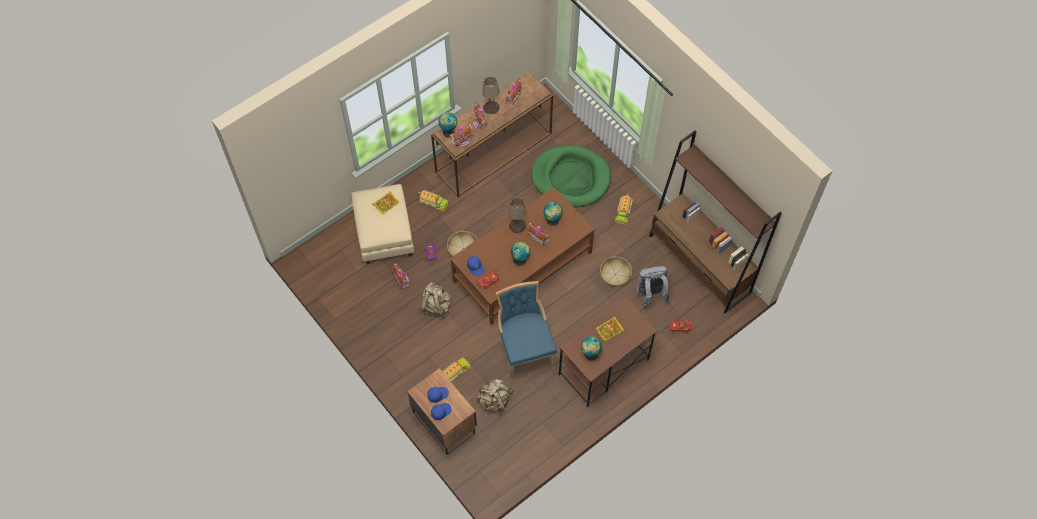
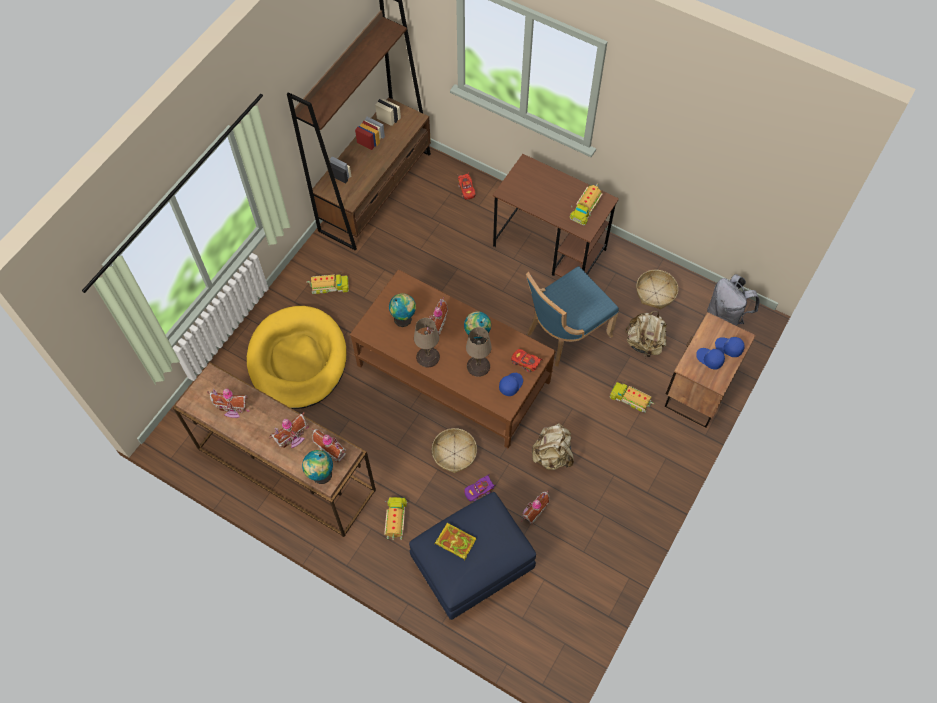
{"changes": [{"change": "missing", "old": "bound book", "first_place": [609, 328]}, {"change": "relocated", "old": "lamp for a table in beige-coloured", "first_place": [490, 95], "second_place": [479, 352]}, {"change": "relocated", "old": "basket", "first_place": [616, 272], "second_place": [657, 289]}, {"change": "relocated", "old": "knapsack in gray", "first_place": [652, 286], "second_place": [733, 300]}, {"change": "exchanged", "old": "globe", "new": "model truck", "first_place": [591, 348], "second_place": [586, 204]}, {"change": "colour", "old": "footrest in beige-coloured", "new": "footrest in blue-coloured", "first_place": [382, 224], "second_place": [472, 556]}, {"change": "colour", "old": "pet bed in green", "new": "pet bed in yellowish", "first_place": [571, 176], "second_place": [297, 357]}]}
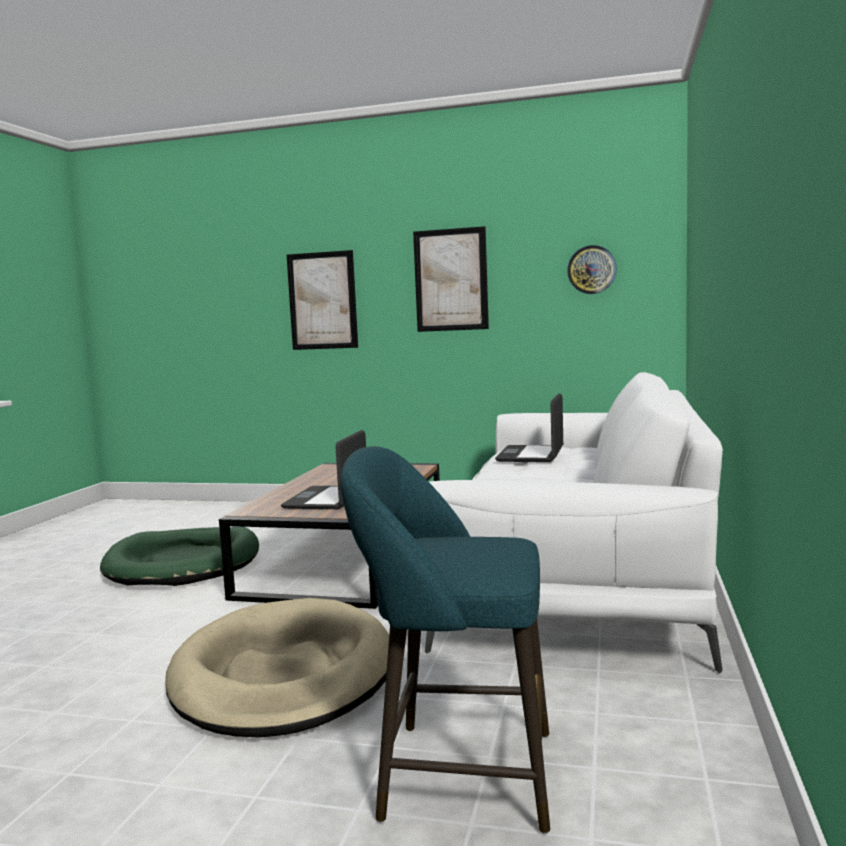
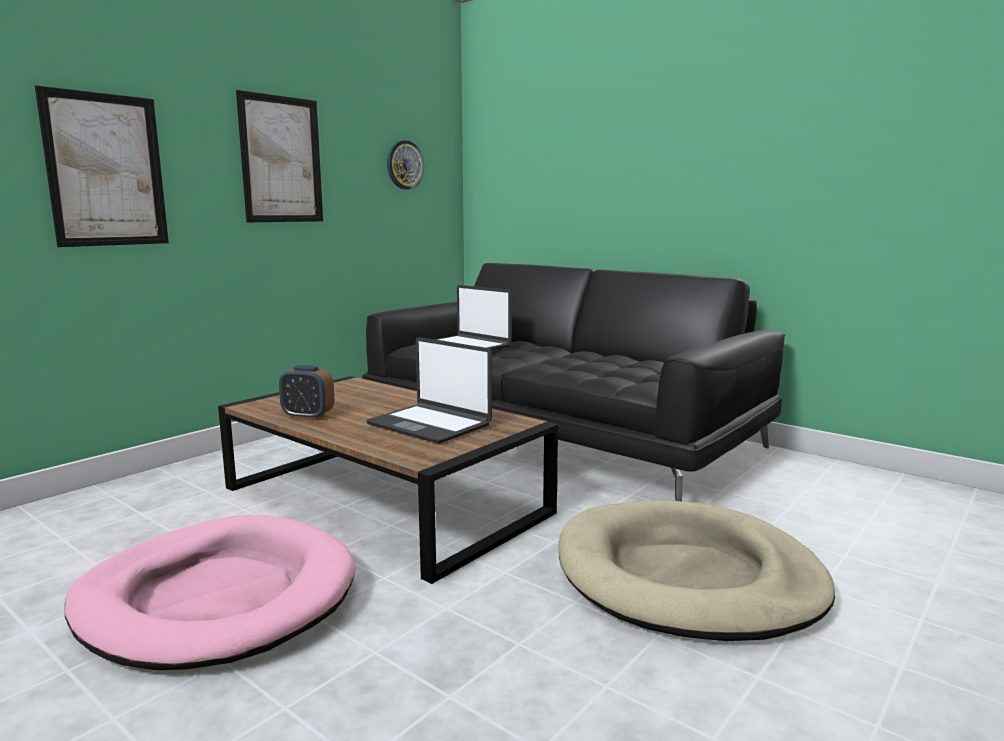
{"changes": [{"change": "missing", "old": "stool seat in turquoise", "first_place": [445, 640]}, {"change": "appeared", "new": "table clock", "second_place": [306, 392]}, {"change": "colour", "old": "pet bed in green", "new": "pet bed in pinkish", "first_place": [179, 556], "second_place": [210, 592]}, {"change": "colour", "old": "settee in white-coloured", "new": "settee in black", "first_place": [574, 522], "second_place": [573, 382]}]}
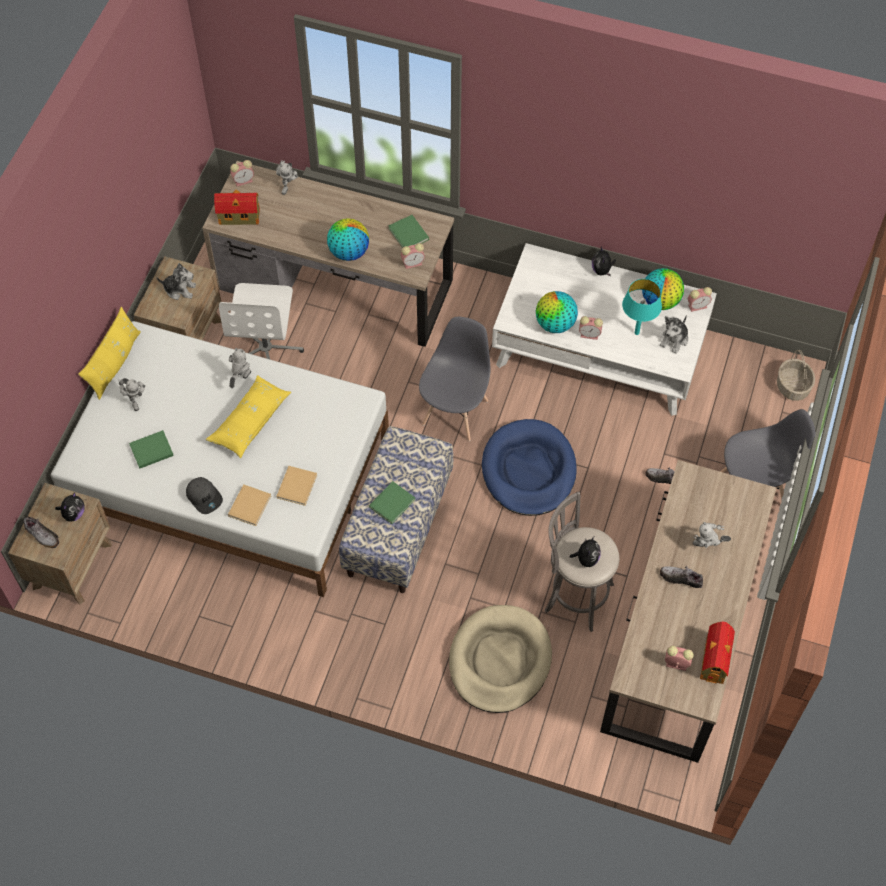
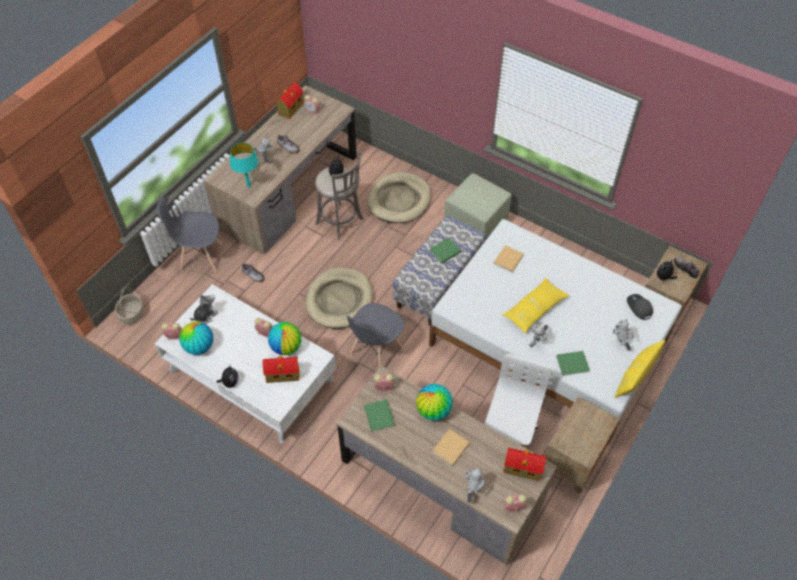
{"changes": [{"change": "missing", "old": "soft toy", "first_place": [176, 281]}, {"change": "appeared", "new": "miniature house", "second_place": [281, 369]}, {"change": "appeared", "new": "footrest in green", "second_place": [477, 206]}, {"change": "relocated", "old": "bound book in green", "first_place": [151, 449], "second_place": [573, 363]}, {"change": "relocated", "old": "cap in gray", "first_place": [204, 495], "second_place": [640, 307]}, {"change": "relocated", "old": "bound book in beige-coloured", "first_place": [249, 505], "second_place": [451, 447]}, {"change": "relocated", "old": "lamp for a table in turquoise", "first_place": [642, 307], "second_place": [244, 165]}, {"change": "colour", "old": "pet bed in blue-coloured", "new": "pet bed in beige-coloured", "first_place": [529, 467], "second_place": [339, 298]}]}
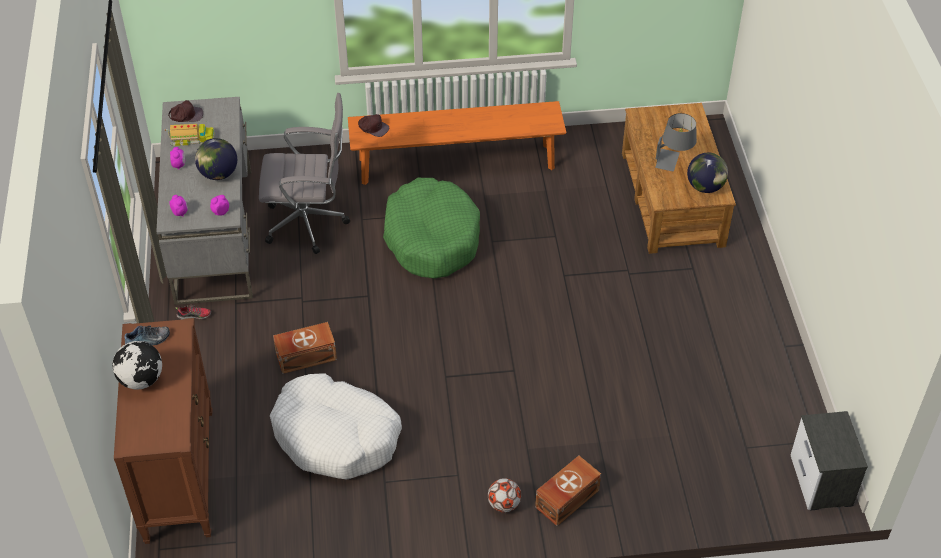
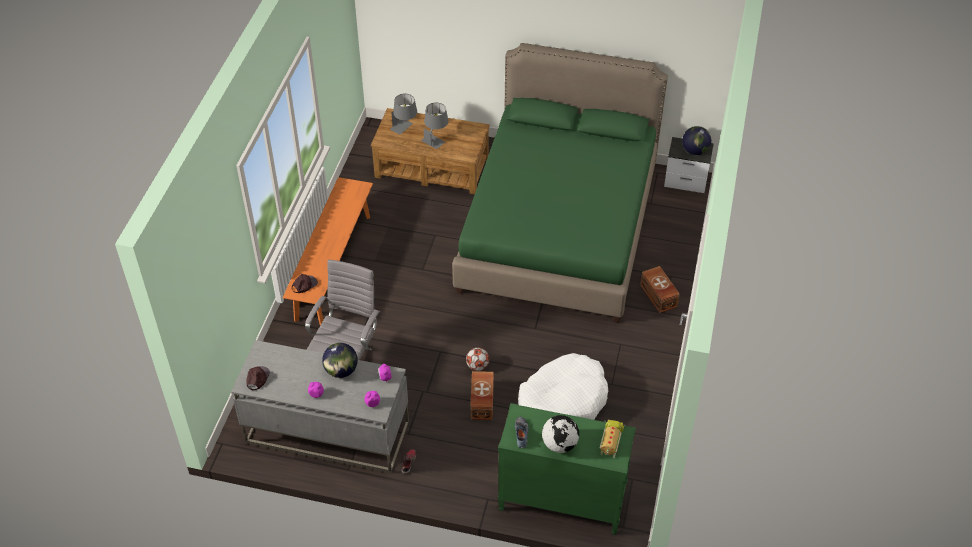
{"changes": [{"change": "missing", "old": "pet bed in green", "first_place": [431, 228]}, {"change": "appeared", "new": "lamp for a table in gray", "second_place": [403, 114]}, {"change": "appeared", "new": "bedroom bed in green", "second_place": [560, 183]}, {"change": "relocated", "old": "model truck", "first_place": [189, 135], "second_place": [612, 439]}, {"change": "relocated", "old": "football", "first_place": [504, 495], "second_place": [477, 359]}, {"change": "relocated", "old": "globe", "first_place": [707, 173], "second_place": [696, 140]}, {"change": "colour", "old": "chest of drawers in brownish", "new": "chest of drawers in green", "first_place": [163, 431], "second_place": [567, 469]}]}
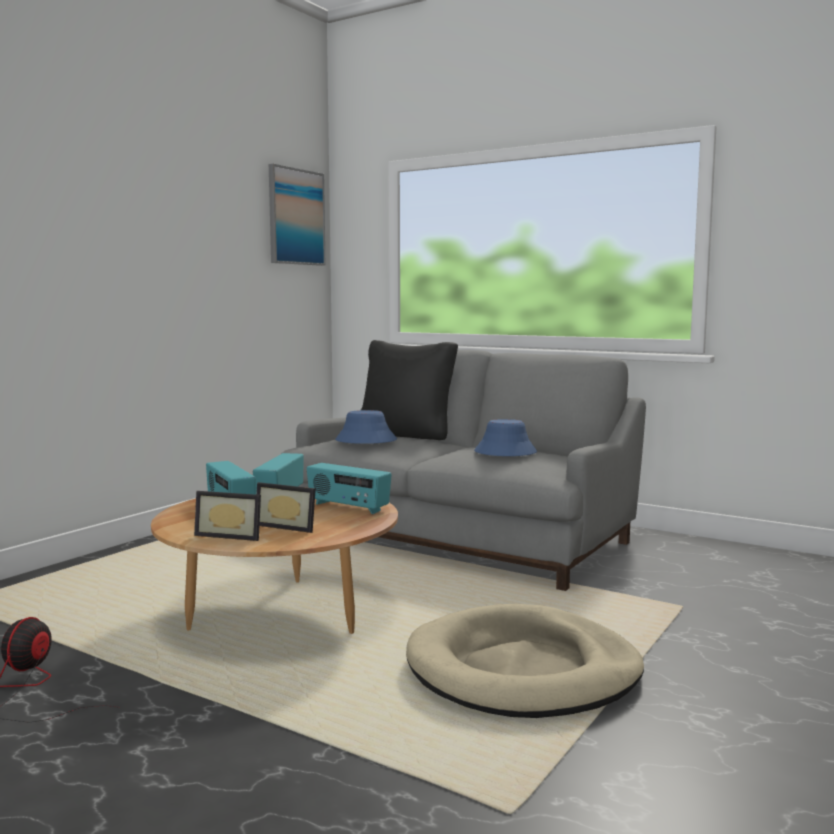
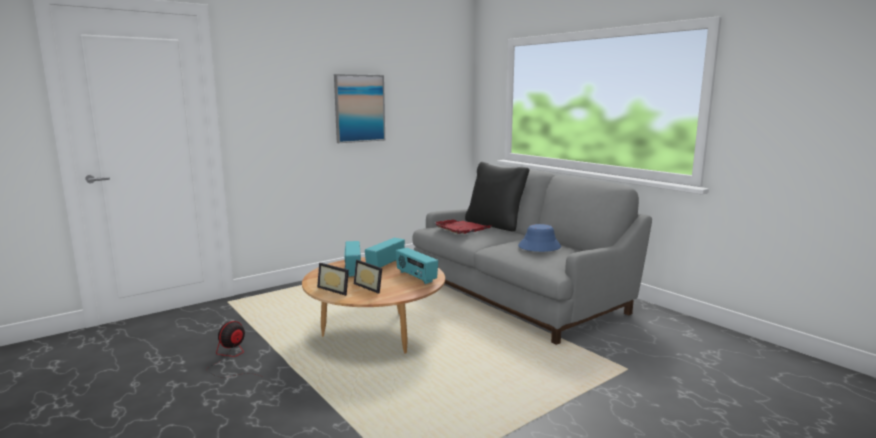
{"changes": [{"change": "missing", "old": "pet bed in beige-coloured", "first_place": [525, 661]}, {"change": "relocated", "old": "wall art", "first_place": [297, 215], "second_place": [359, 108]}, {"change": "exchanged", "old": "clothing hat in blue-coloured", "new": "serving tray in red", "first_place": [366, 427], "second_place": [463, 226]}]}
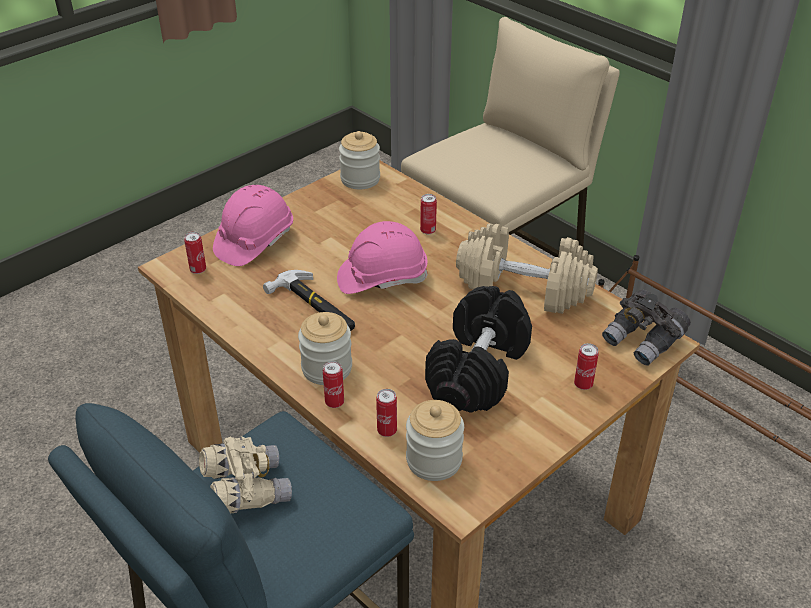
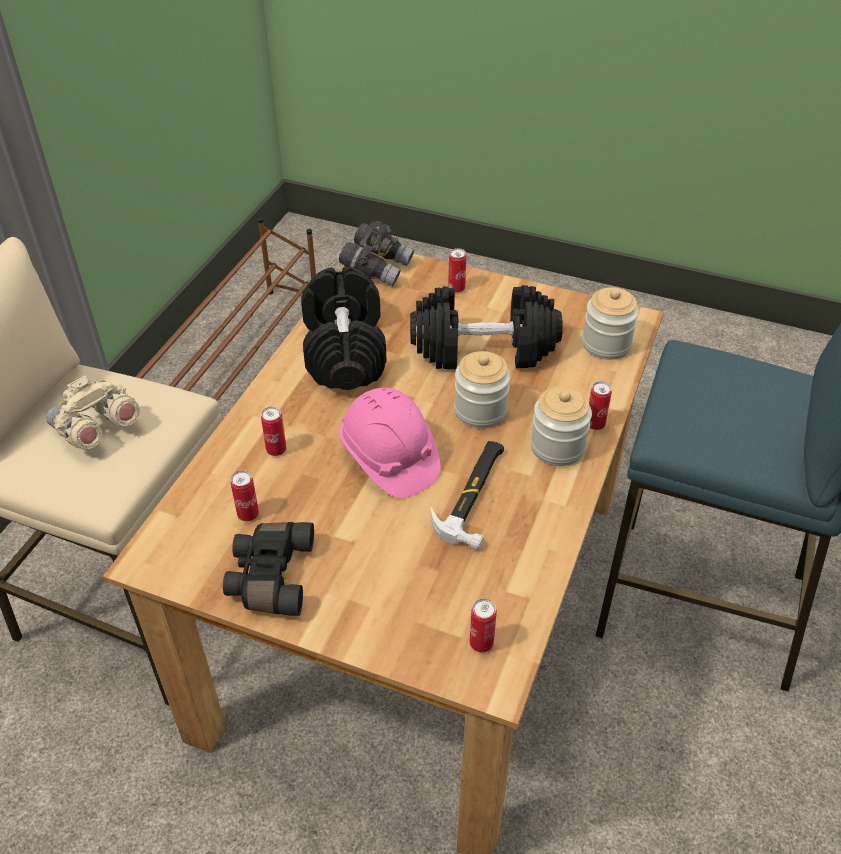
{"changes": [{"change": "missing", "old": "work helmet in pinkish", "first_place": [253, 225]}, {"change": "appeared", "new": "pair of binoculars in black", "second_place": [268, 569]}, {"change": "relocated", "old": "pair of binoculars in beige-coloured", "first_place": [245, 474], "second_place": [93, 412]}, {"change": "relocated", "old": "preserve jar", "first_place": [359, 160], "second_place": [482, 389]}, {"change": "relocated", "old": "can", "first_place": [386, 413], "second_place": [245, 496]}, {"change": "colour", "old": "dumbbell in beige-coloured", "new": "dumbbell in black", "first_place": [527, 268], "second_place": [344, 328]}]}
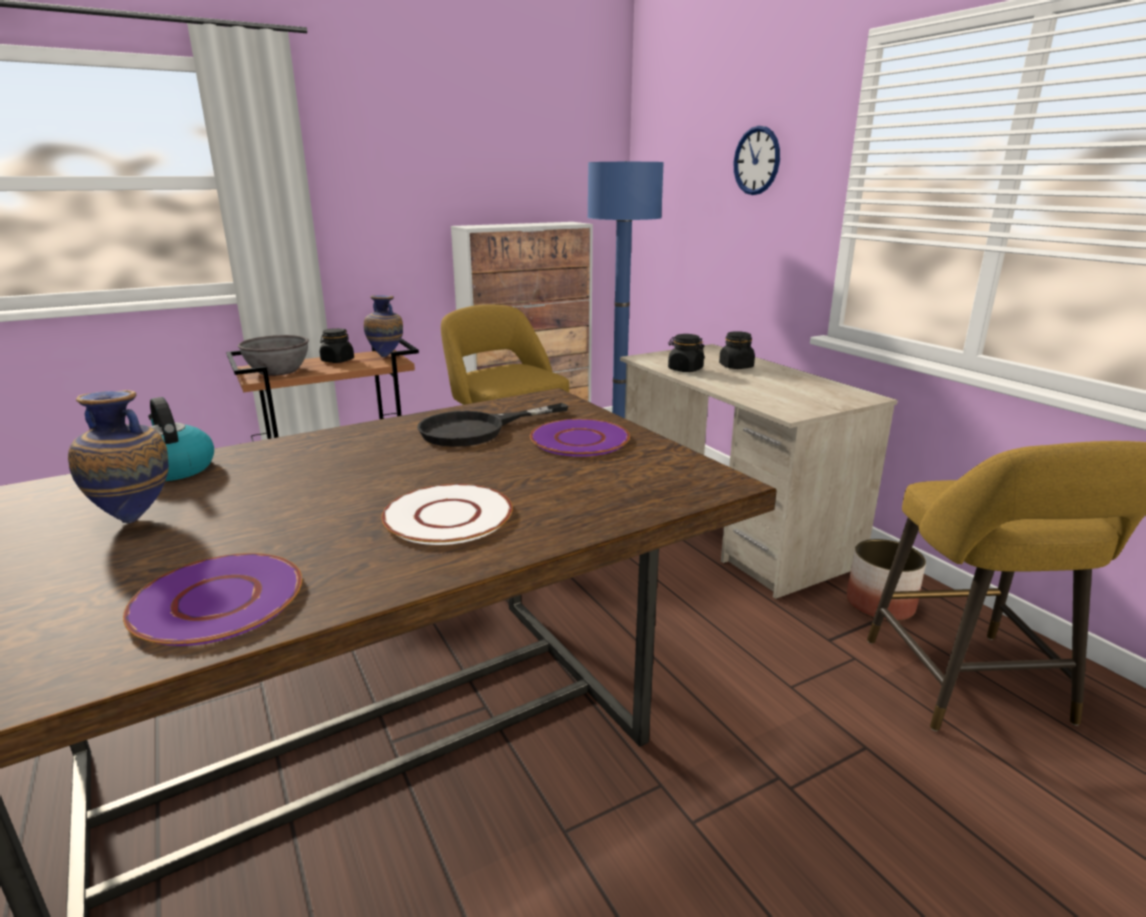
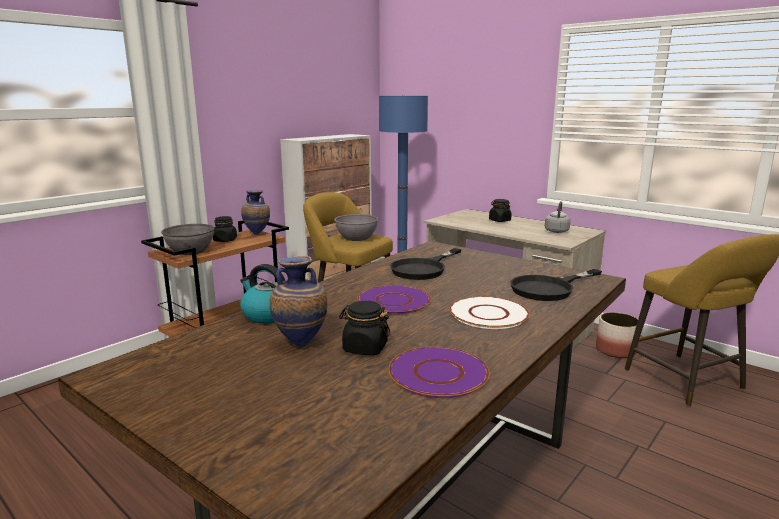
{"changes": [{"change": "missing", "old": "wall clock", "first_place": [757, 160]}, {"change": "appeared", "new": "bowl in gray", "second_place": [356, 227]}, {"change": "appeared", "new": "frying pan in black", "second_place": [556, 285]}, {"change": "appeared", "new": "tea kettle in gray", "second_place": [558, 217]}, {"change": "relocated", "old": "plate in purple-coloured", "first_place": [580, 438], "second_place": [394, 299]}, {"change": "relocated", "old": "preserve jar in black", "first_place": [686, 353], "second_place": [364, 328]}]}
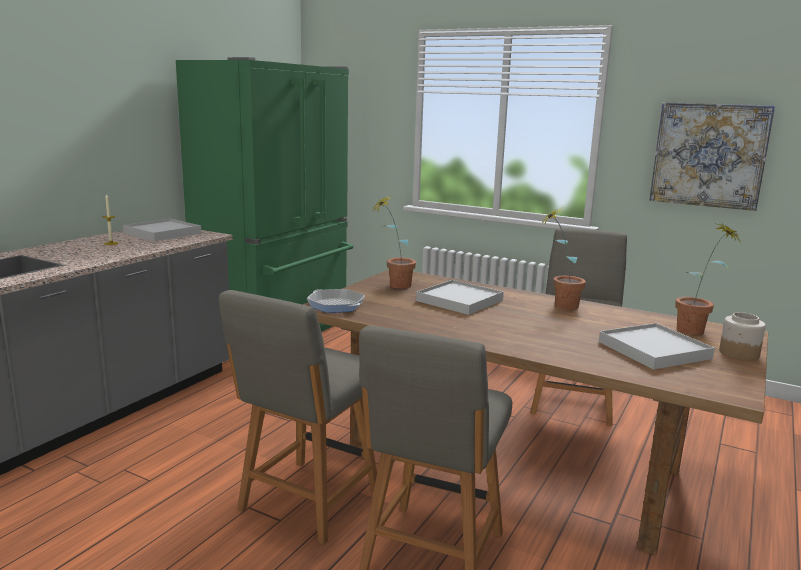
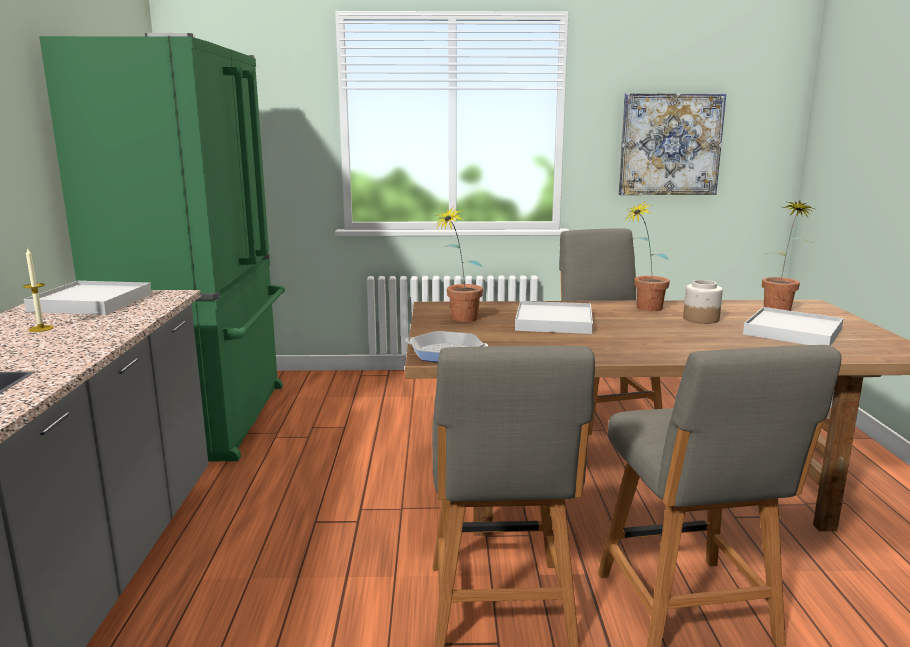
{"changes": [{"change": "relocated", "old": "preserve jar", "first_place": [742, 336], "second_place": [703, 302]}]}
